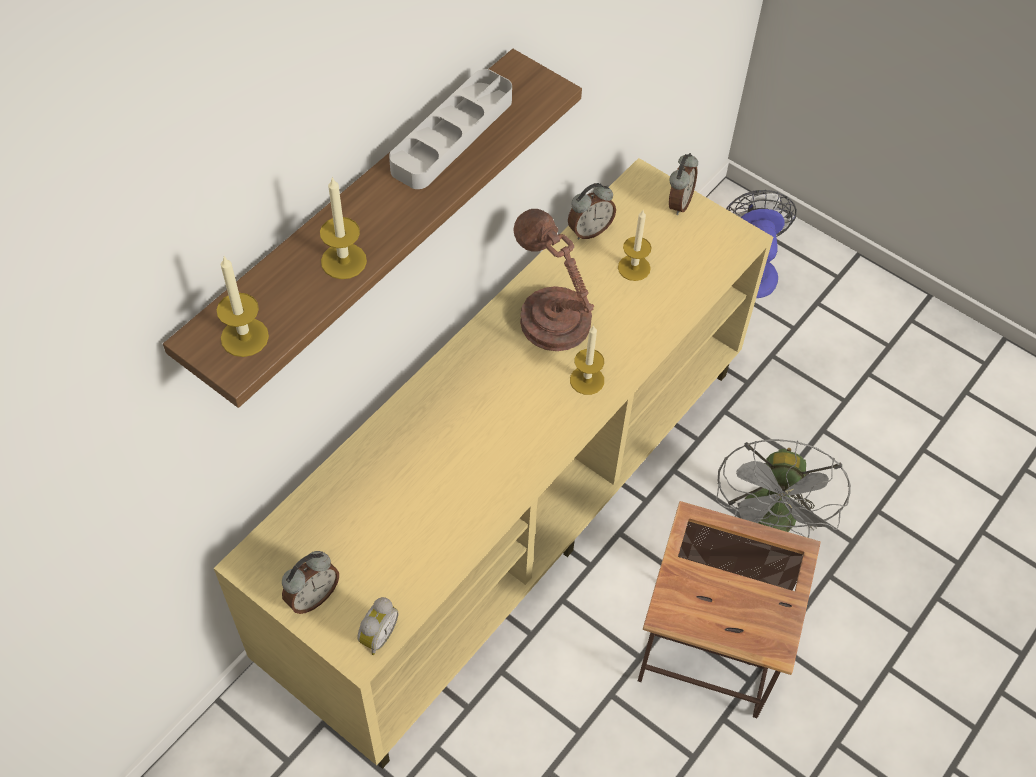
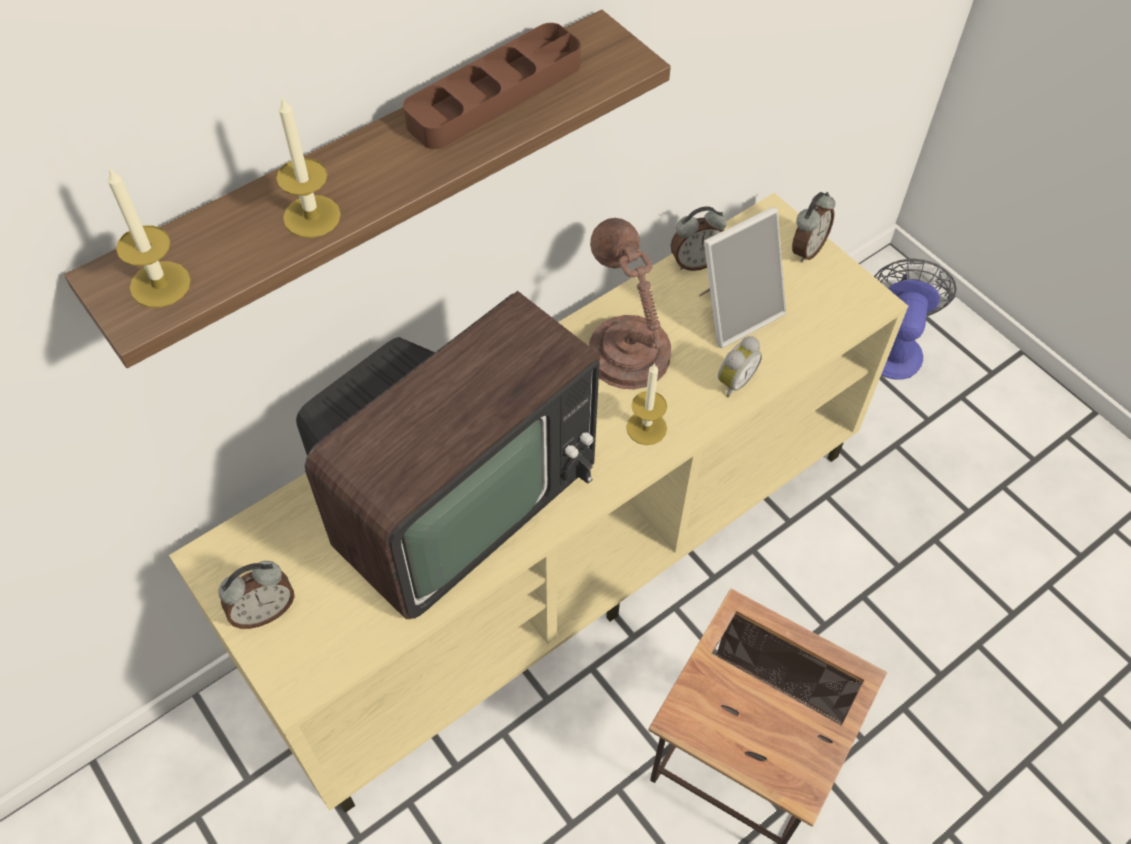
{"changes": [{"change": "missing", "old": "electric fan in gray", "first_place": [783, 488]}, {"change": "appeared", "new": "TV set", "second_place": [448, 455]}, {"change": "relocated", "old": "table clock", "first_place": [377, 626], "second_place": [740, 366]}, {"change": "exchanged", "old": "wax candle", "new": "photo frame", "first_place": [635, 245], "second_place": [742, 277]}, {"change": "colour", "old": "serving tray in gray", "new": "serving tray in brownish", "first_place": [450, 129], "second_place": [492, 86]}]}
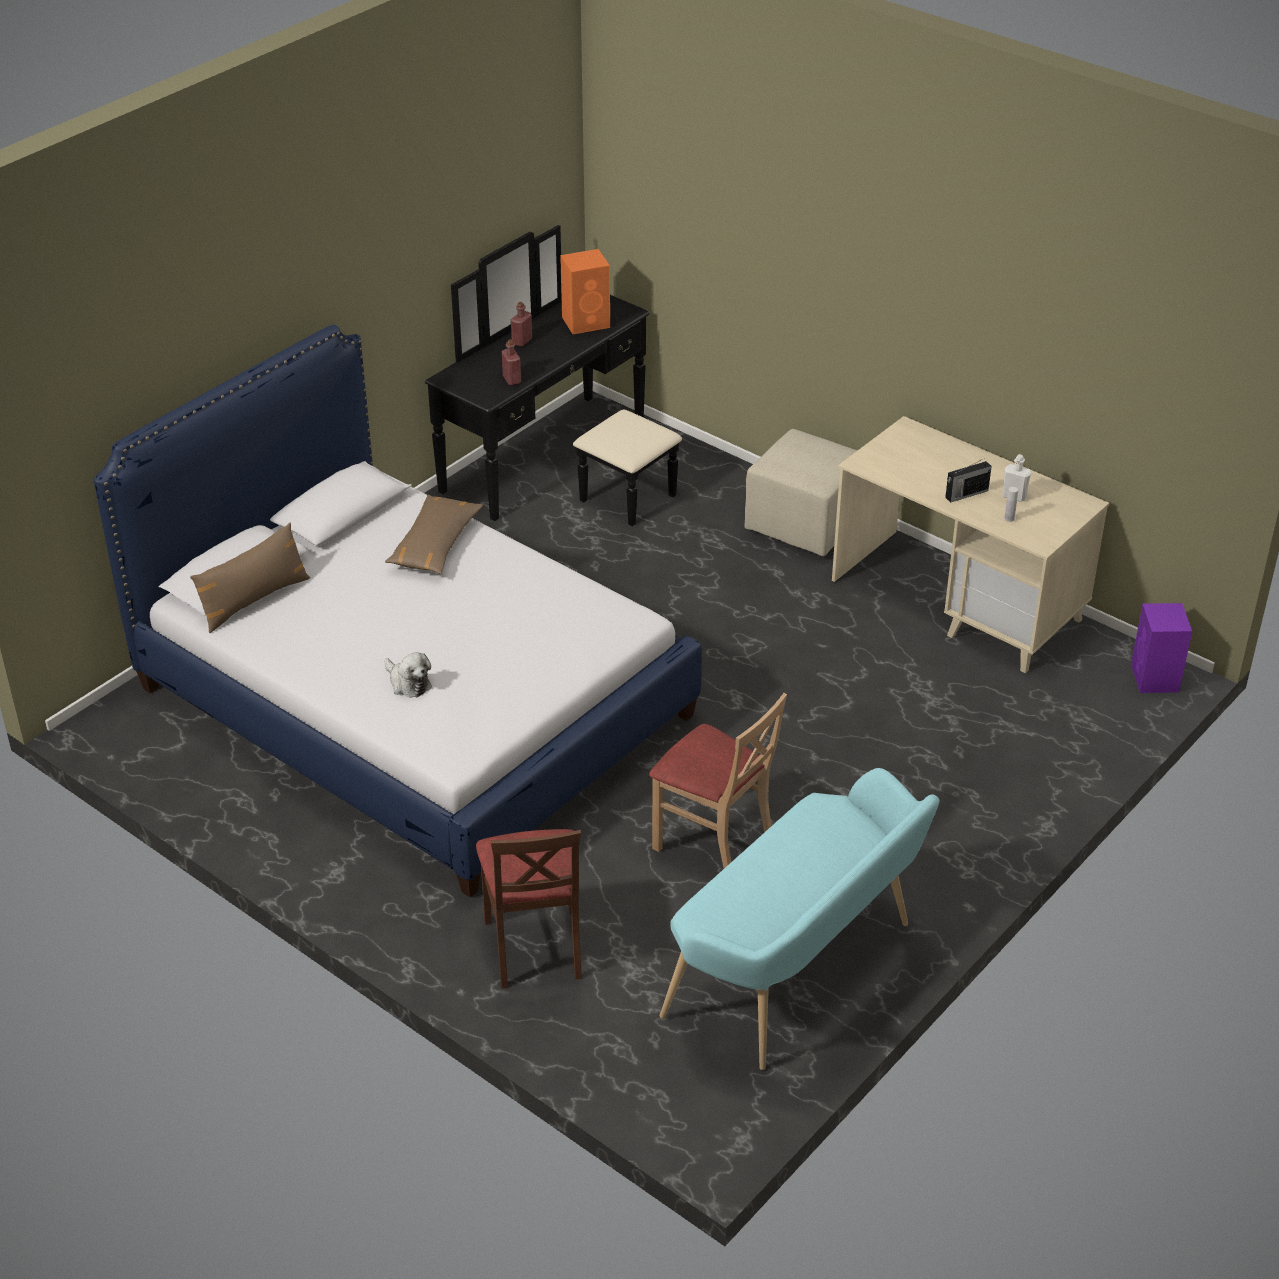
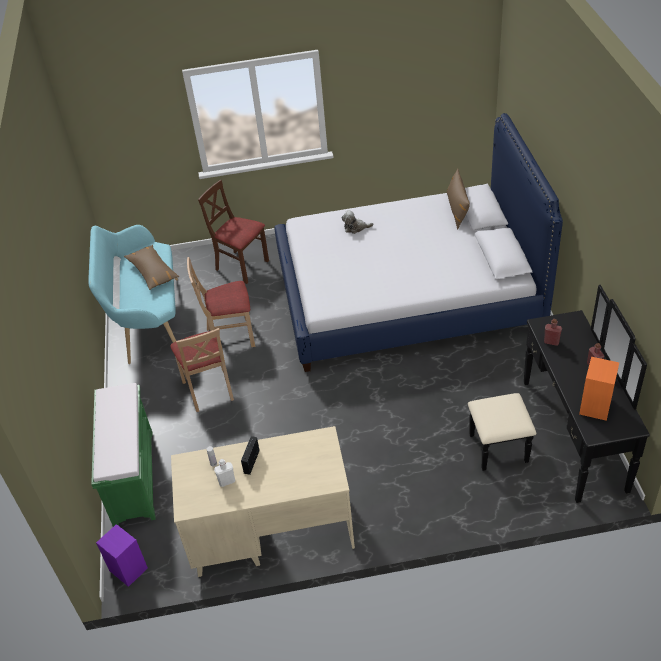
{"changes": [{"change": "missing", "old": "footrest in beige-coloured", "first_place": [801, 492]}, {"change": "appeared", "new": "indoor bench in green", "second_place": [123, 455]}, {"change": "appeared", "new": "upright chair in beige-coloured", "second_place": [202, 370]}, {"change": "relocated", "old": "pillow in brownish", "first_place": [434, 534], "second_place": [151, 267]}]}
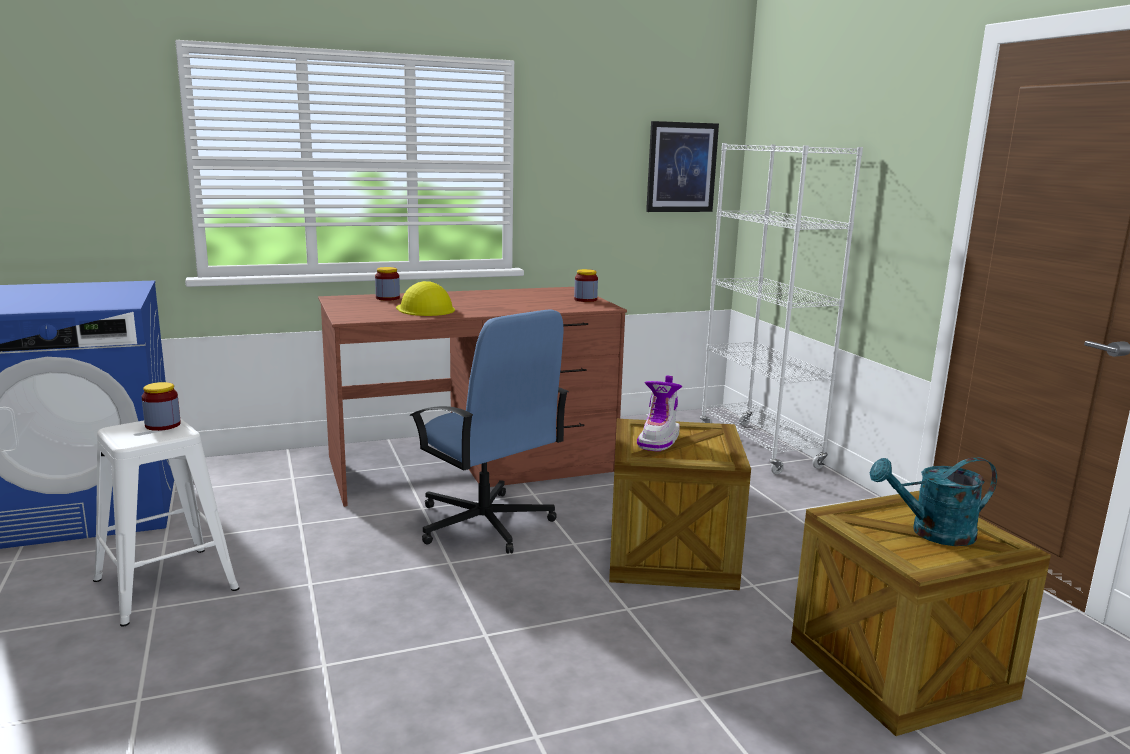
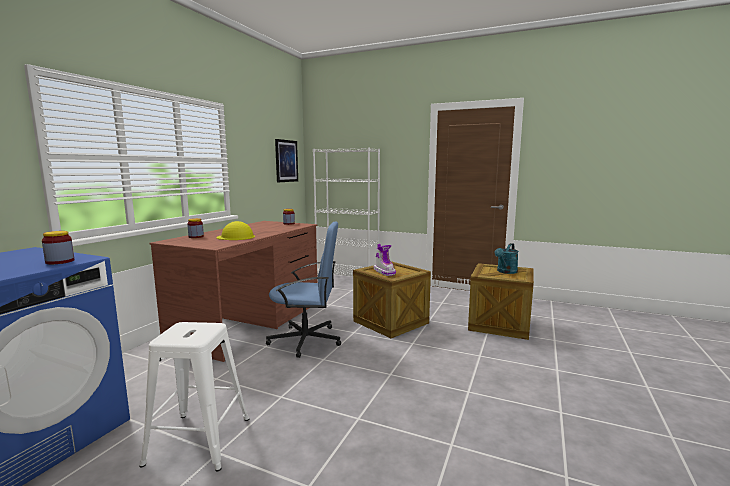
{"changes": [{"change": "relocated", "old": "preserve jar", "first_place": [161, 406], "second_place": [58, 247]}]}
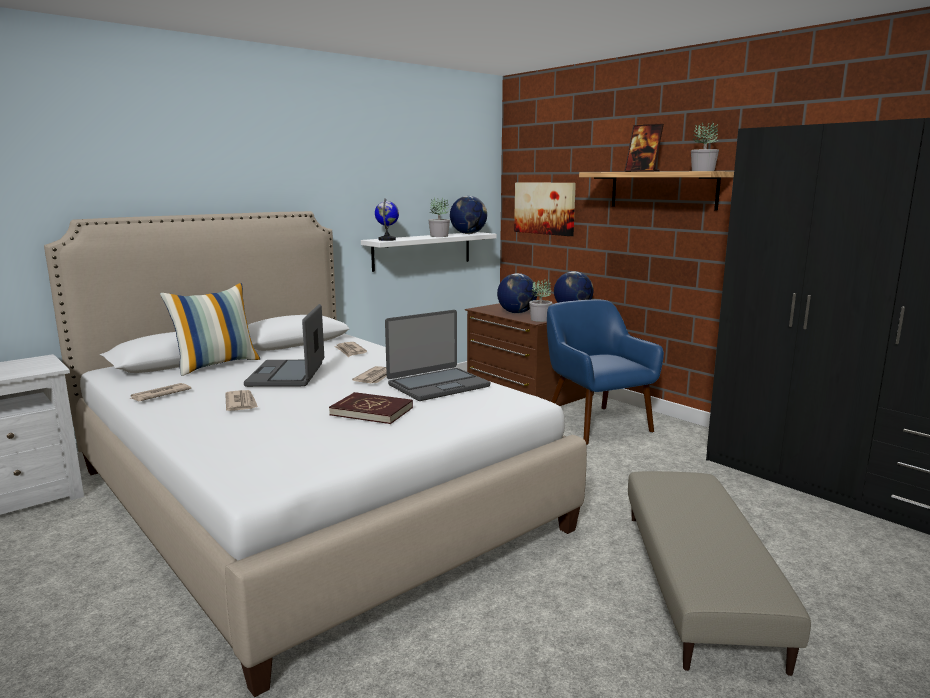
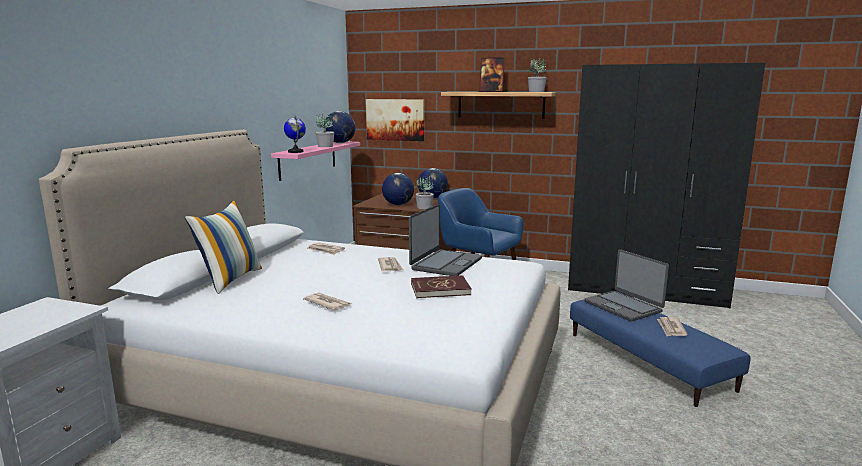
{"changes": [{"change": "relocated", "old": "daily paper", "first_place": [160, 392], "second_place": [672, 326]}, {"change": "relocated", "old": "portable computer", "first_place": [284, 345], "second_place": [626, 285]}, {"change": "colour", "old": "wall shelf in white-coloured", "new": "wall shelf in pinkish", "first_place": [429, 252], "second_place": [315, 161]}, {"change": "colour", "old": "footrest in beige-coloured", "new": "footrest in blue-coloured", "first_place": [719, 573], "second_place": [660, 353]}]}
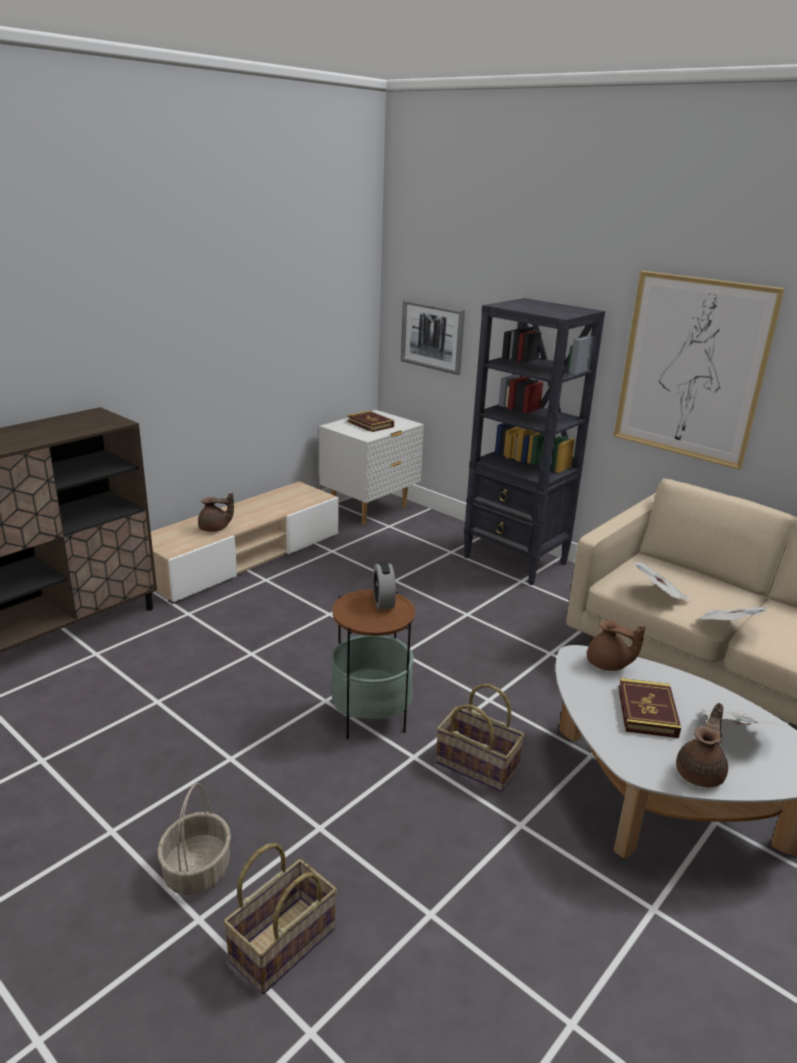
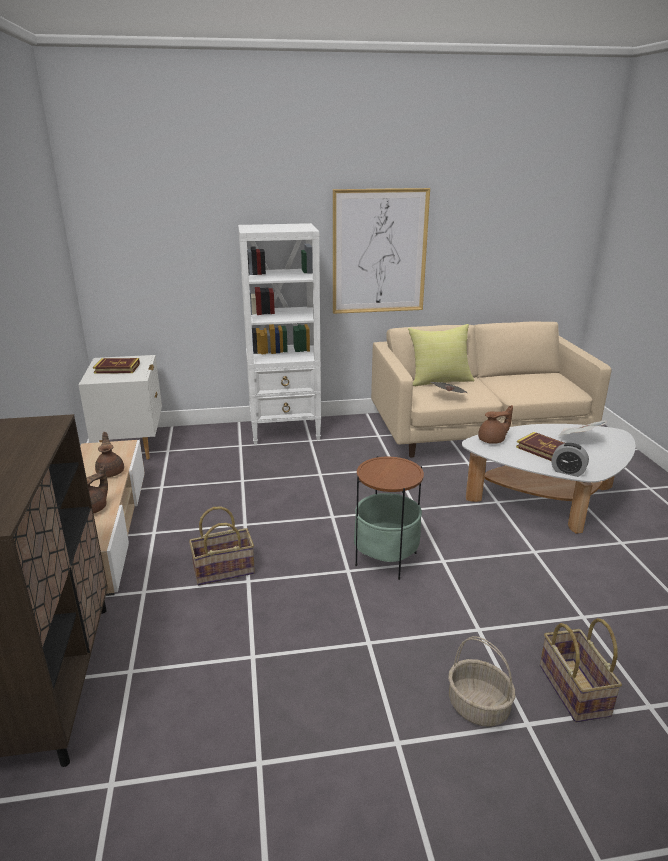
{"changes": [{"change": "missing", "old": "wall art", "first_place": [433, 337]}, {"change": "missing", "old": "daily paper", "first_place": [731, 613]}, {"change": "appeared", "new": "pillow in yellowish", "second_place": [441, 355]}, {"change": "relocated", "old": "table clock", "first_place": [384, 586], "second_place": [570, 460]}, {"change": "relocated", "old": "basket", "first_place": [480, 738], "second_place": [222, 545]}, {"change": "relocated", "old": "teapot in brownish", "first_place": [702, 745], "second_place": [109, 455]}, {"change": "colour", "old": "bookcase in black", "new": "bookcase in white-coloured", "first_place": [534, 441], "second_place": [279, 334]}]}
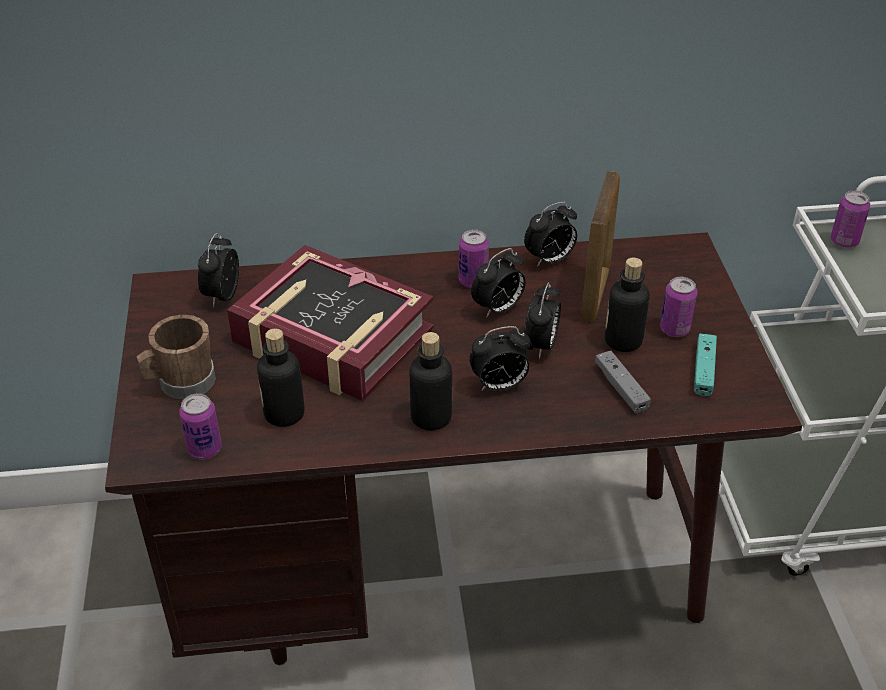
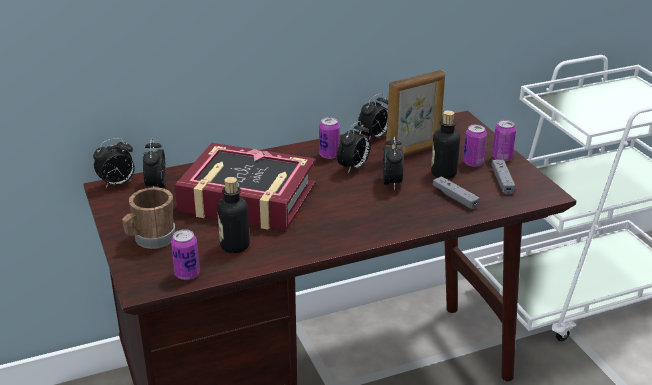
{"changes": [{"change": "missing", "old": "bottle", "first_place": [431, 381]}, {"change": "relocated", "old": "table clock", "first_place": [500, 358], "second_place": [114, 163]}, {"change": "relocated", "old": "can", "first_place": [850, 219], "second_place": [504, 141]}, {"change": "colour", "old": "gamepad in turquoise", "new": "gamepad in gray", "first_place": [705, 364], "second_place": [503, 176]}, {"change": "spun", "old": "photo frame", "first_place": [600, 247], "second_place": [415, 113], "degrees": 60}]}
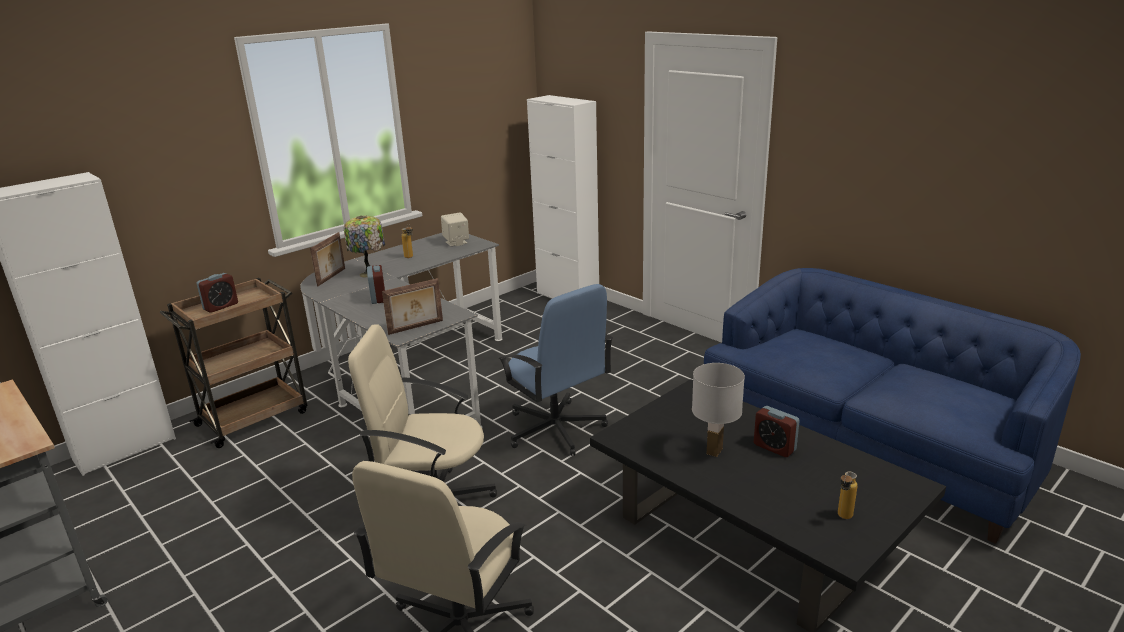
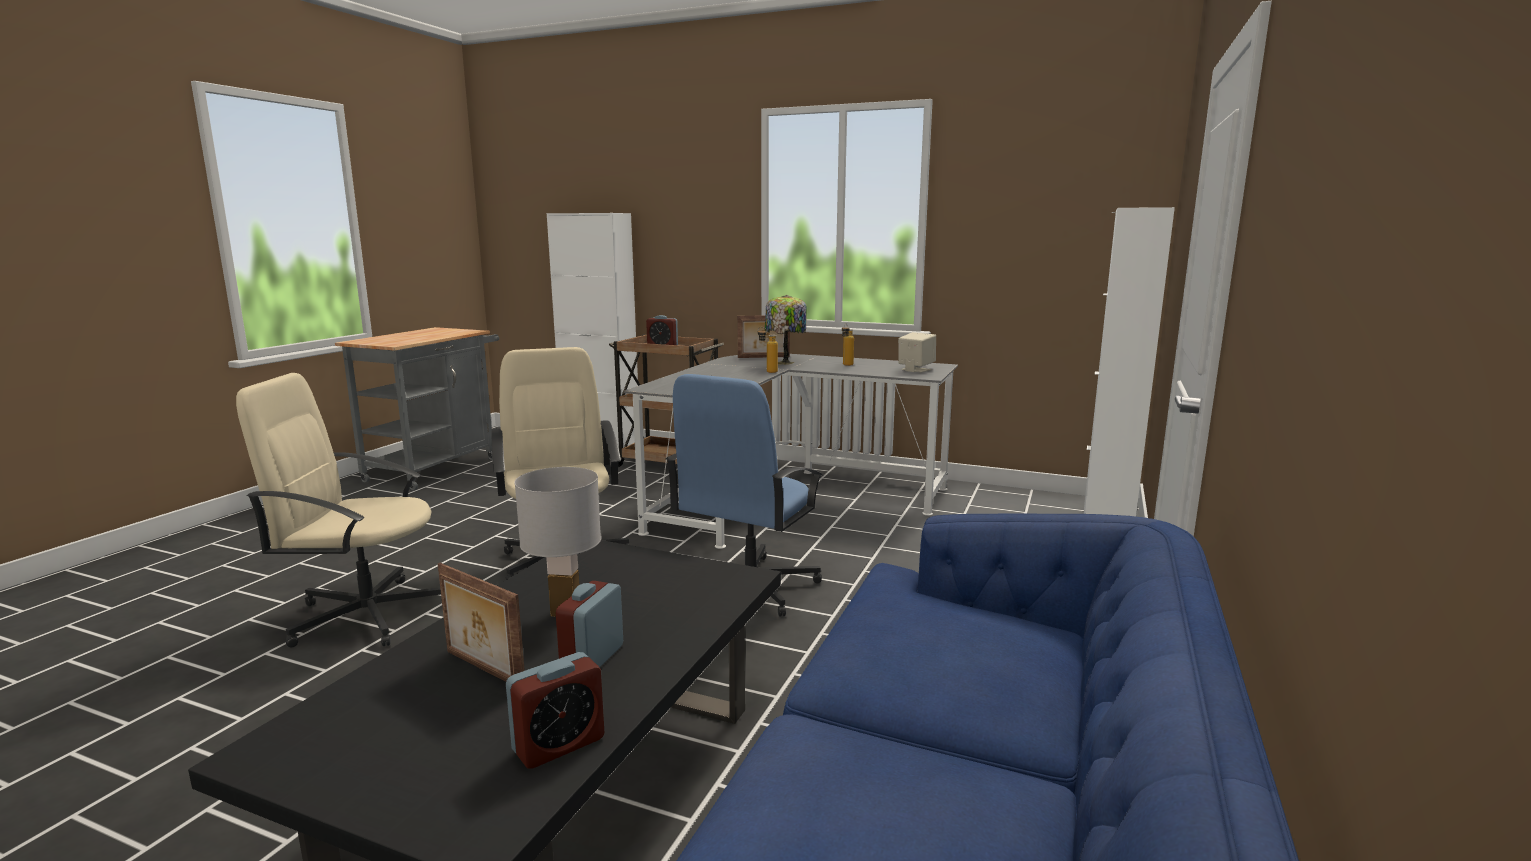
{"changes": [{"change": "relocated", "old": "table clock", "first_place": [376, 284], "second_place": [555, 710]}, {"change": "relocated", "old": "photo frame", "first_place": [412, 306], "second_place": [481, 622]}, {"change": "relocated", "old": "bottle", "first_place": [848, 495], "second_place": [768, 350]}]}
